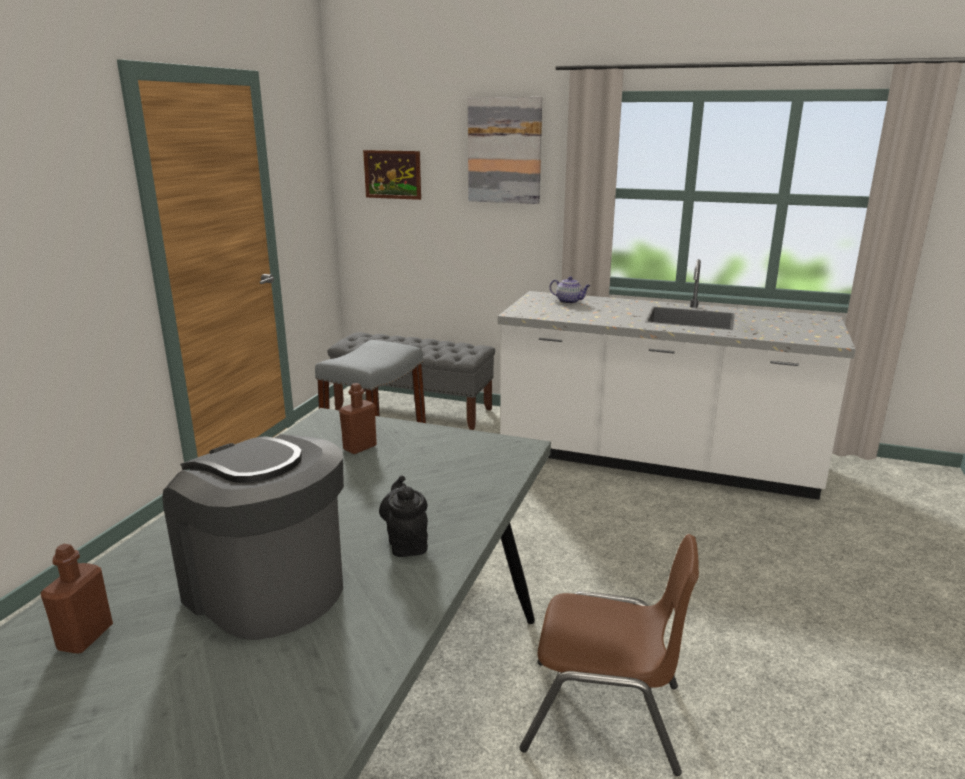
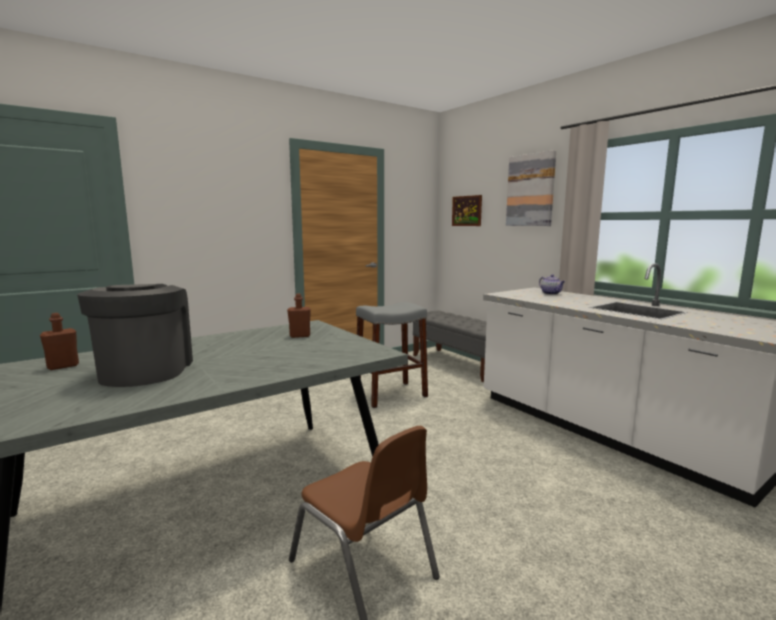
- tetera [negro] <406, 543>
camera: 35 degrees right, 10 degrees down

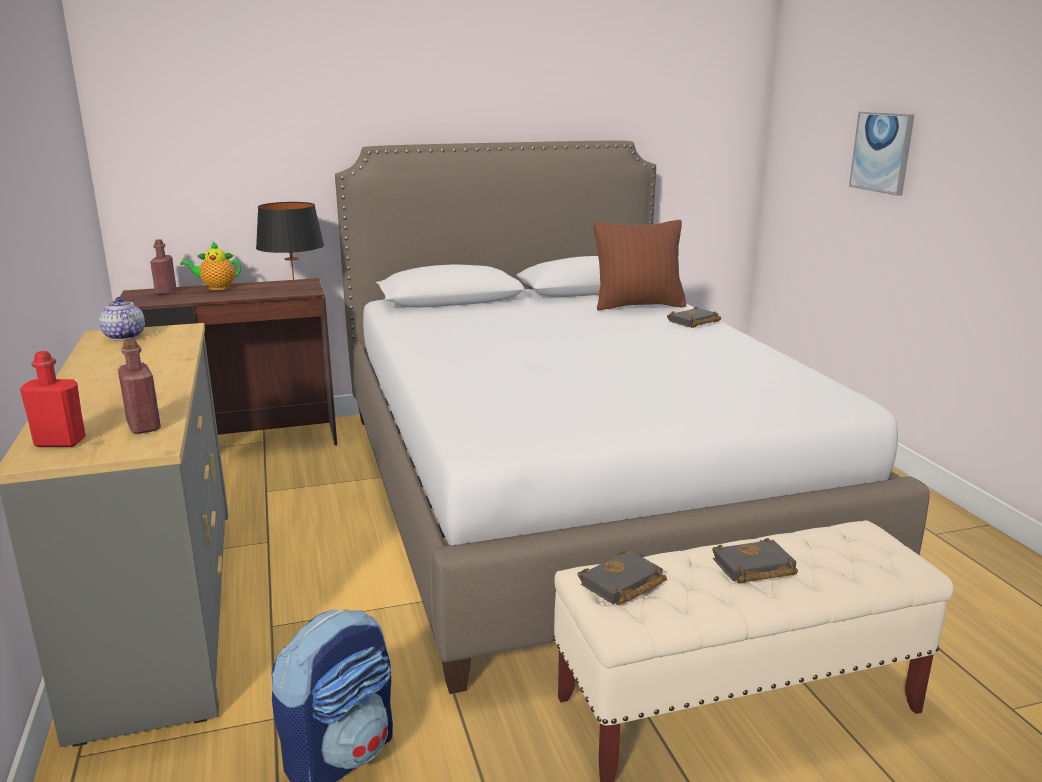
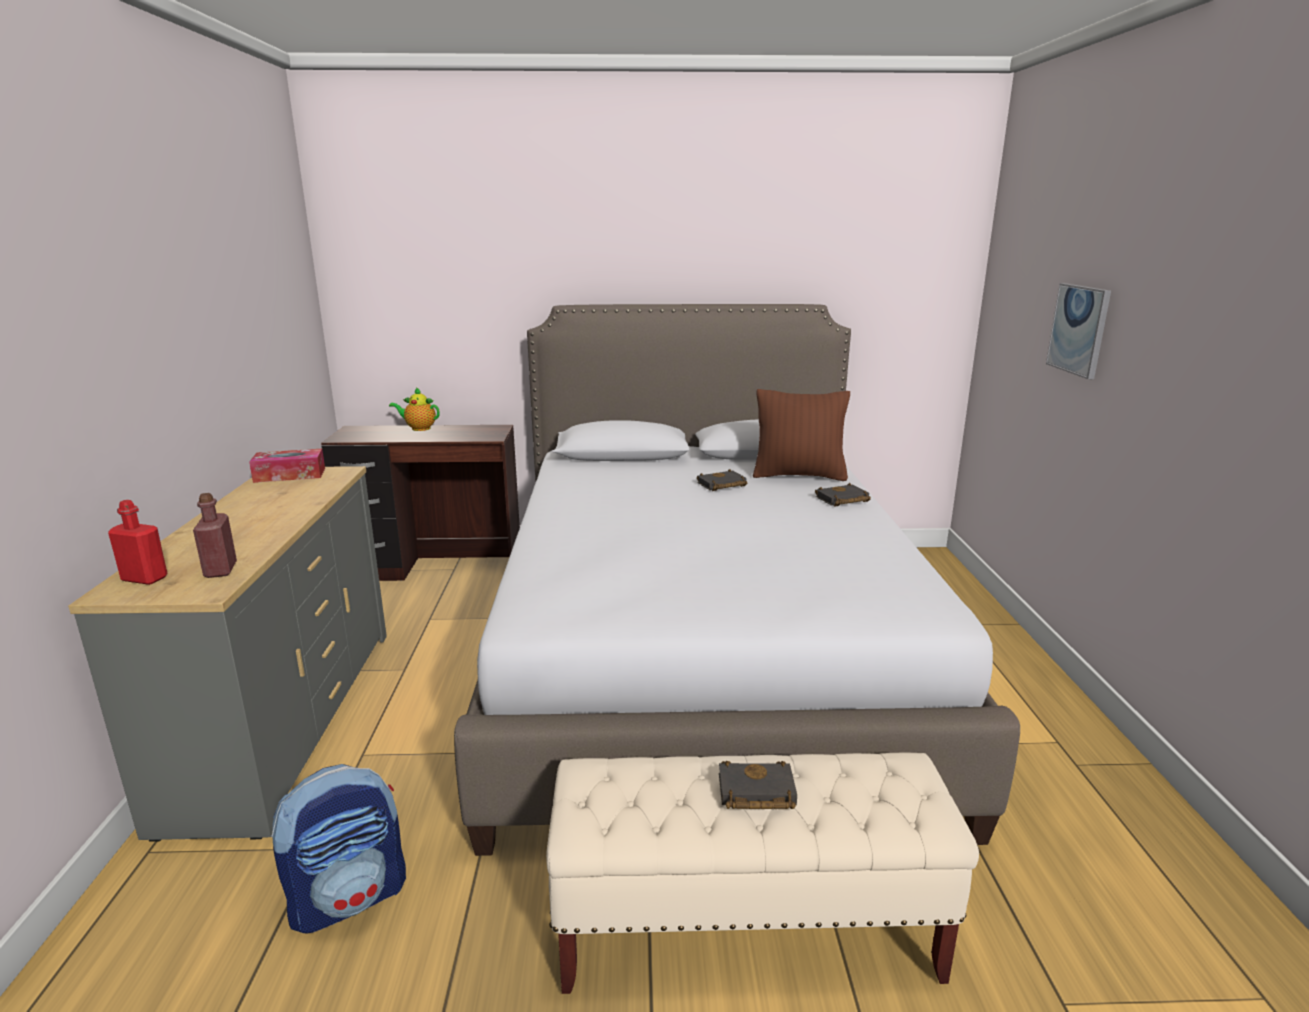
- botella [rojo] <166, 292>
- lámpara de mesa [negro] <294, 289>
~ libro [negro] <622, 585> to <721, 485>
~ tetera <123, 336> to caja de pañuelos <290, 475>
camera: 15 degrees right, 0 degrees up

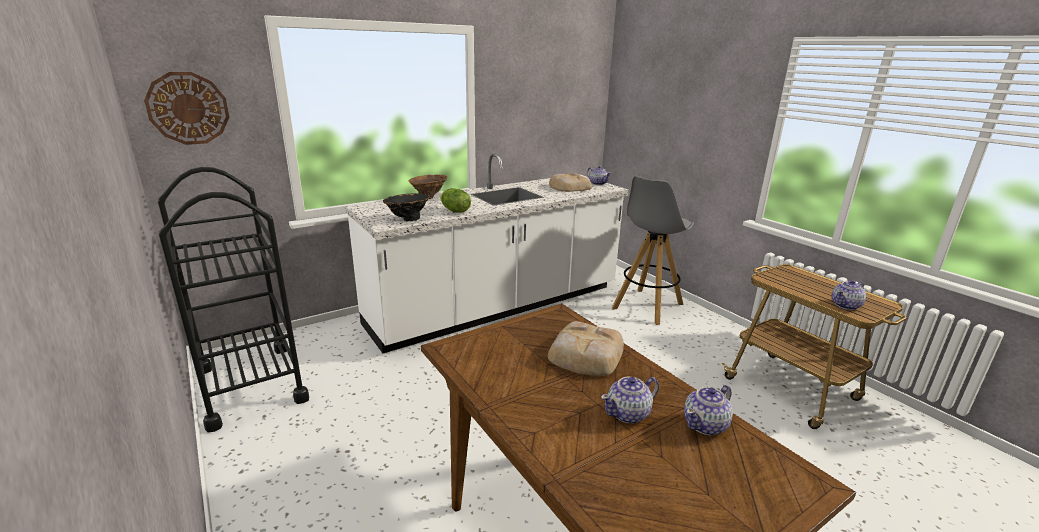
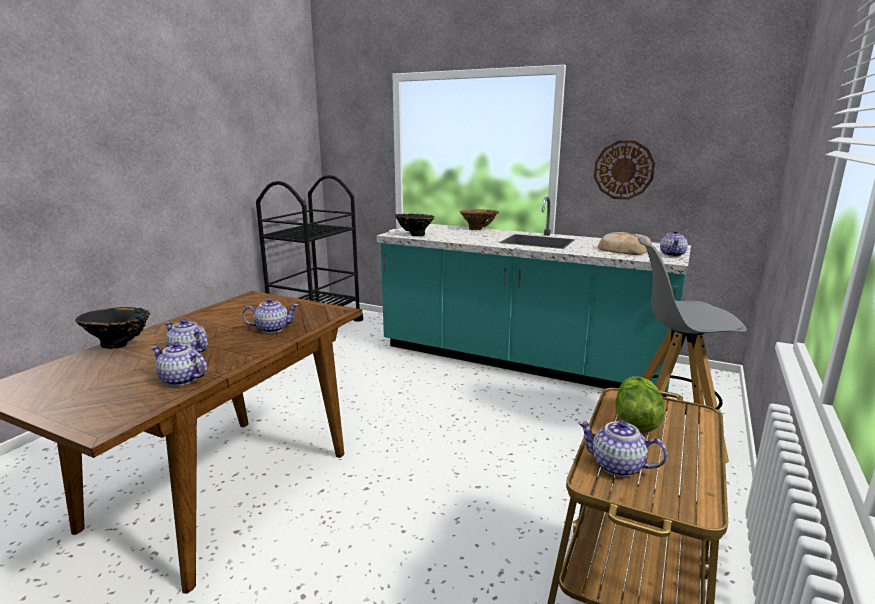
+ florero [negro] <119, 346>
~ reloj de pared <188, 108> to <623, 170>
~ lechuga <454, 211> to <634, 422>
~ pan <585, 355> to tetera <272, 329>
~ mueble bajo de cocina [blanco] <497, 307> to mueble bajo de cocina [turquesa] <520, 360>
camera: 60 degrees right, 5 degrees down

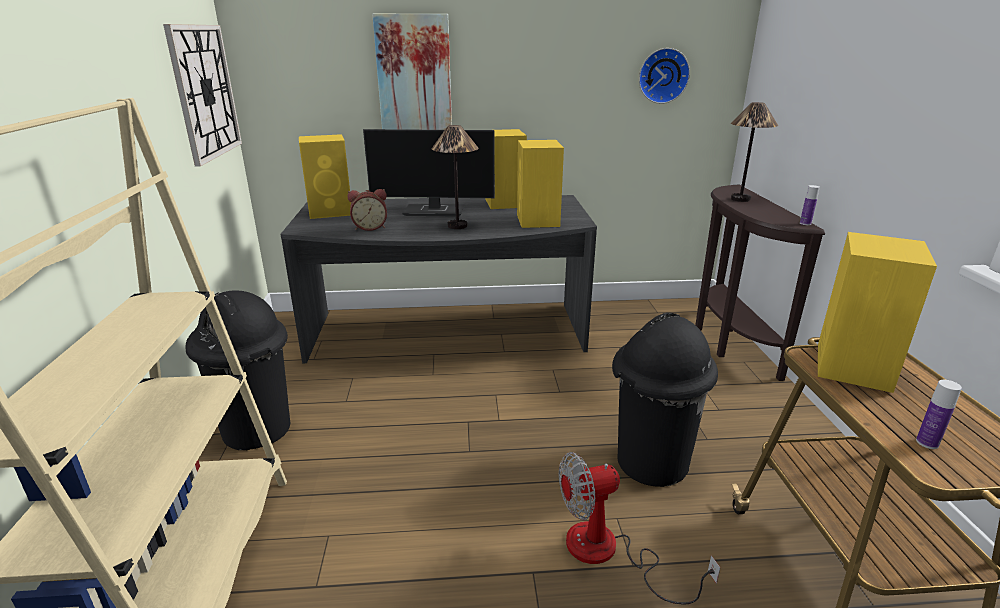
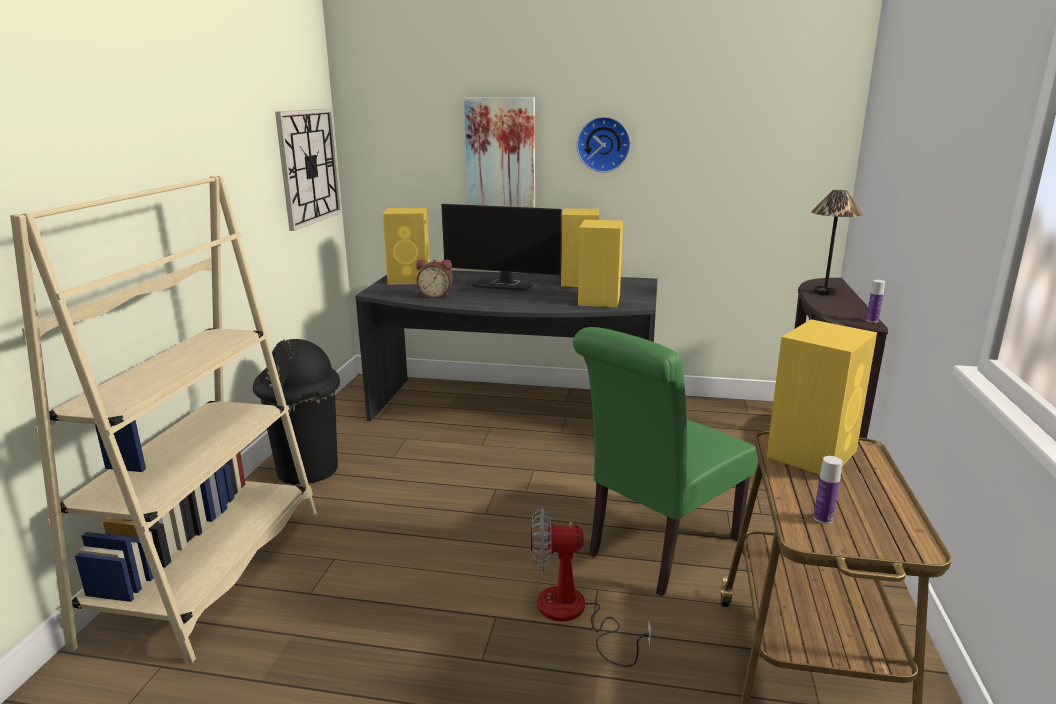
- lámpara de mesa <457, 226>
~ reloj de pared <662, 75> to <603, 144>
~ papelera [negro] <650, 463> to silla [verde] <657, 549>
camera: 15 degrees right, 5 degrees down

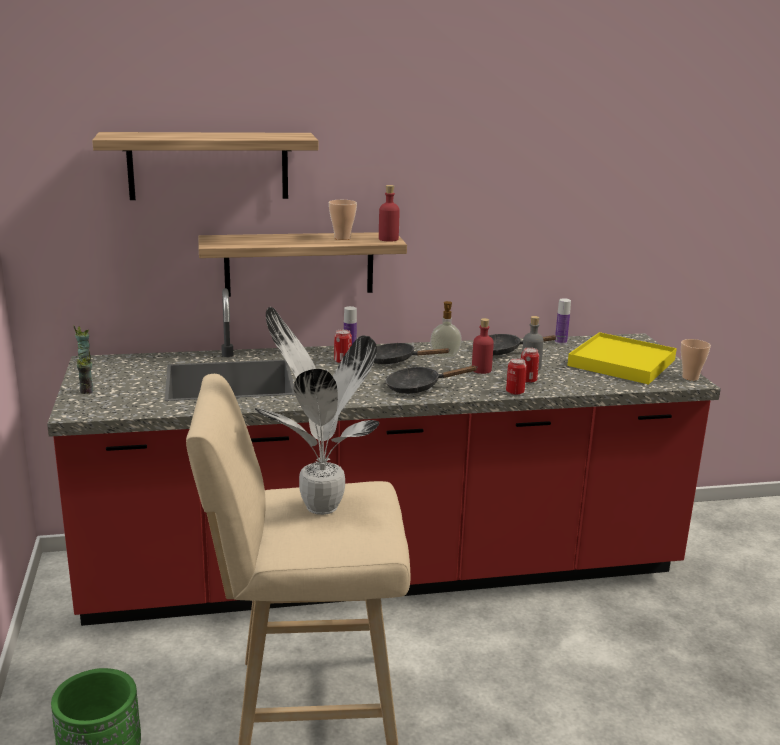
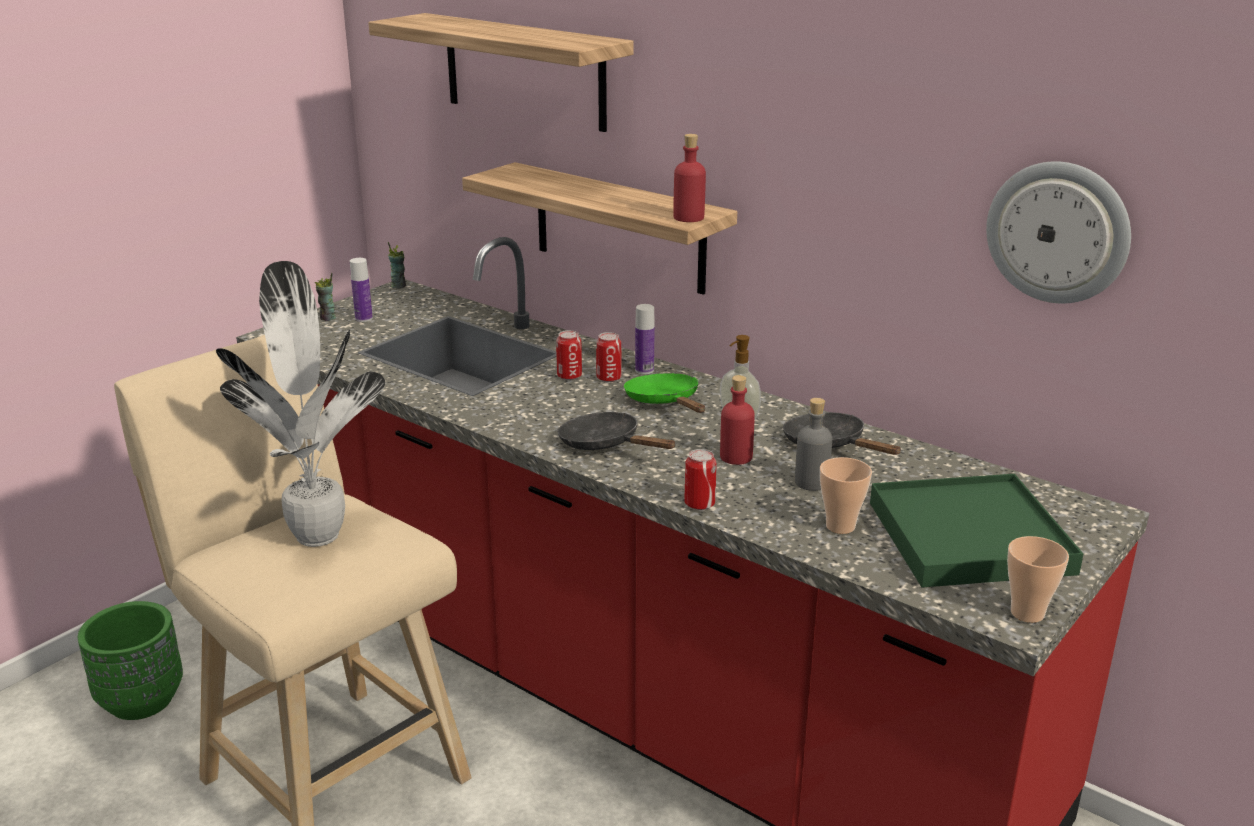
+ reloj de pared <1058, 232>
~ taza <342, 238> to <840, 526>
~ lata <528, 380> to <569, 376>
~ botella <560, 342> to <364, 318>
~ sartén [negro] <395, 361> to sartén [verde] <665, 402>
~ bandeja [amarillo] <622, 363> to bandeja [verde] <970, 538>
camera: 50 degrees right, 5 degrees up

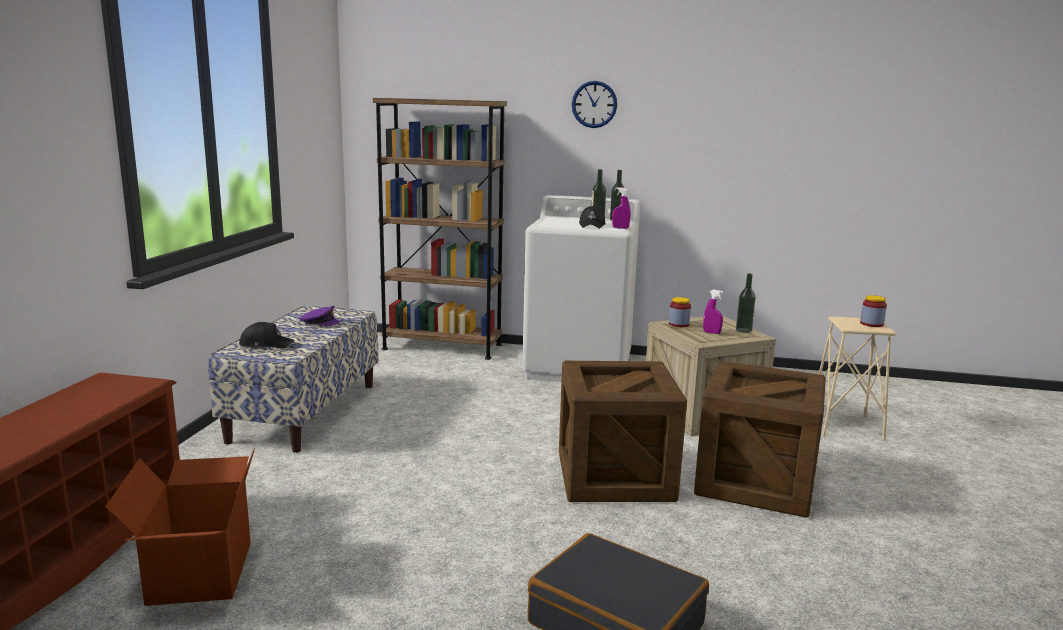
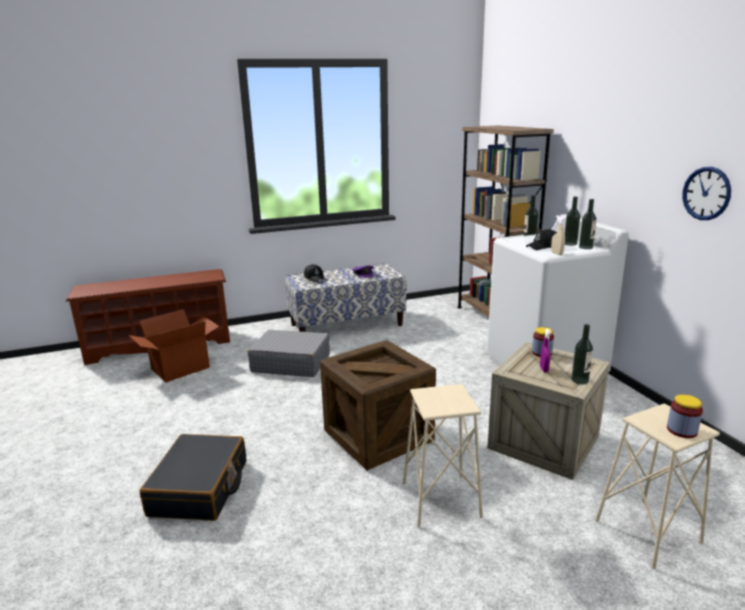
+ maleta [gris] <291, 363>
+ botella <529, 241>
~ reloj de pared <594, 104> to <706, 193>
~ caja de embalaje <755, 482> to taburete [beis] <441, 500>
~ pulverizador [morado] <620, 228> to pulverizador [beis] <556, 253>
camera: 60 degrees right, 5 degrees up

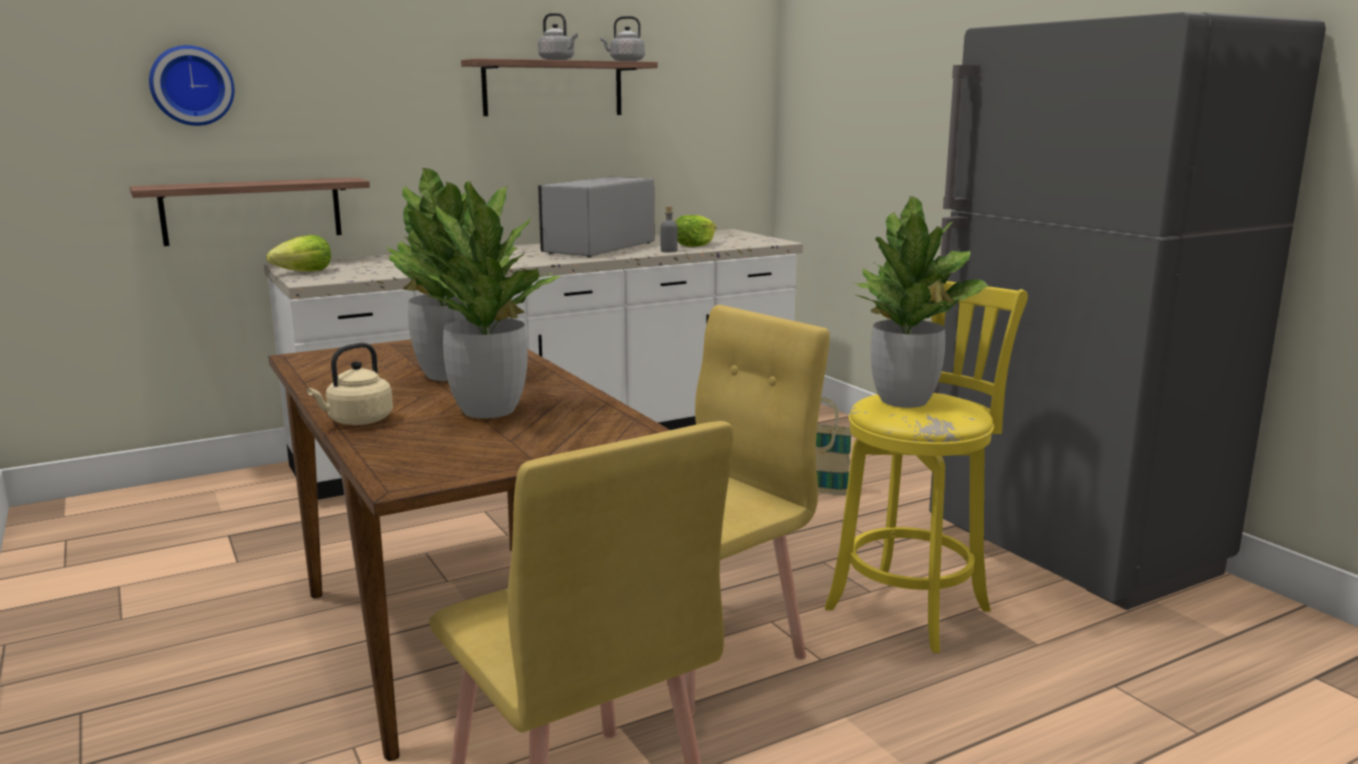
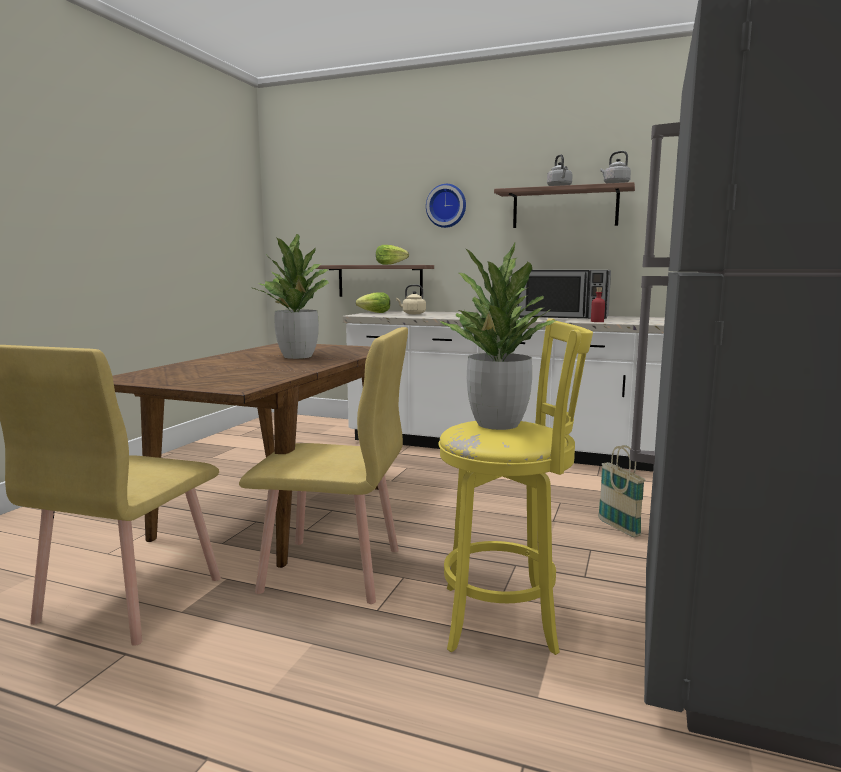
- planta en maceta <488, 410>
~ reloj de pared <191, 86> to <446, 206>
~ hervidor [beis] <357, 421> to <412, 314>
~ lechuga <694, 245> to <390, 264>
~ botella [gris] <669, 251> to botella [rojo] <597, 321>
~ microondas <598, 248> = <562, 317> 150 degrees counterclockwise
camera: 50 degrees right, 5 degrees down

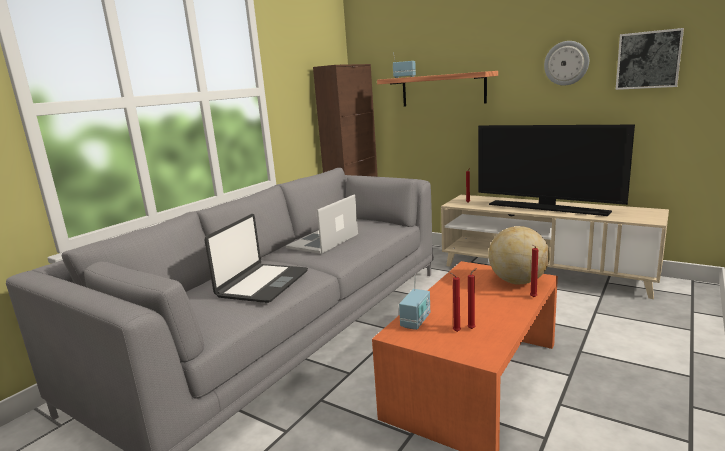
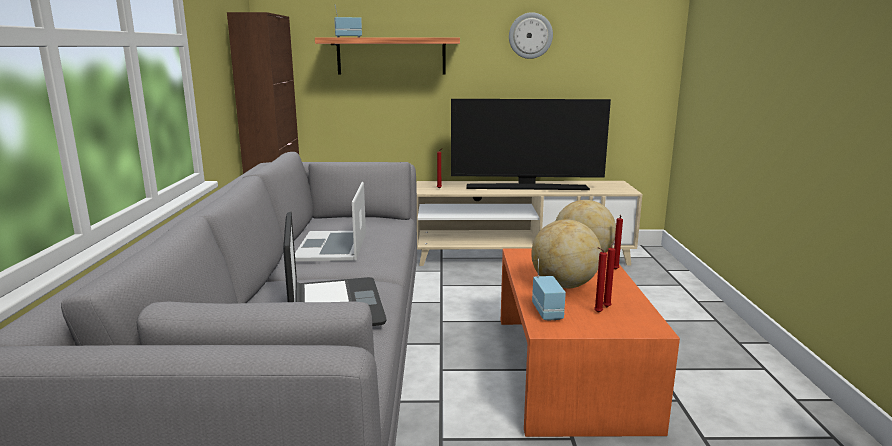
- cuadro <648, 60>
+ globo terráqueo <563, 285>
camera: 35 degrees left, 0 degrees up

